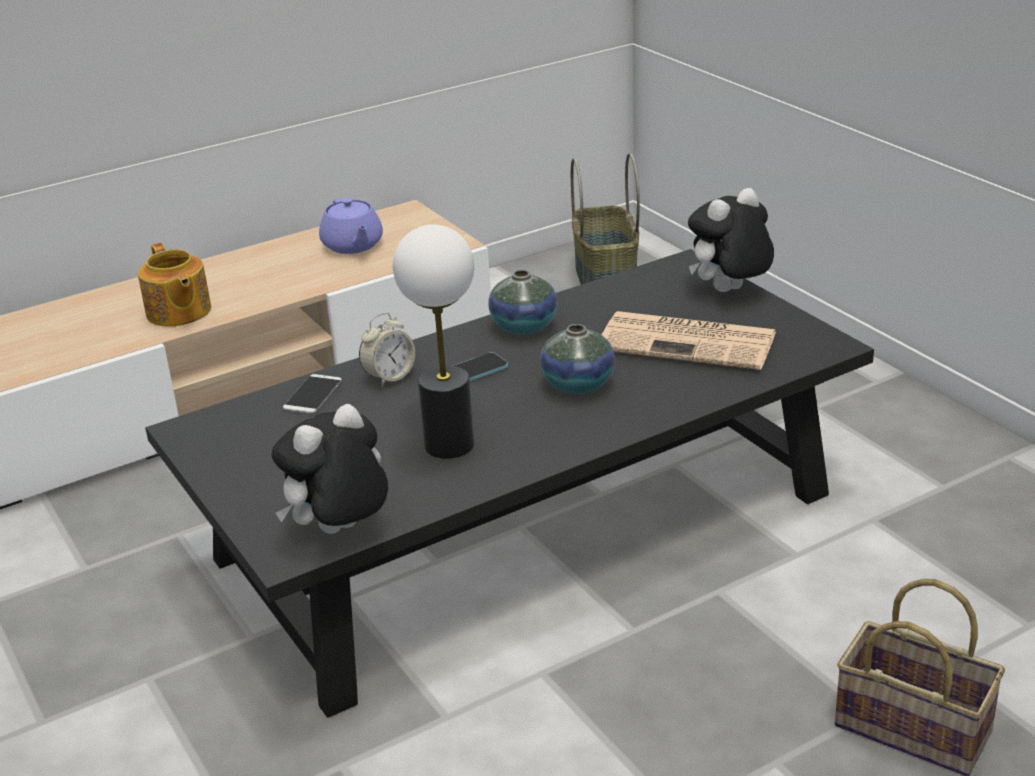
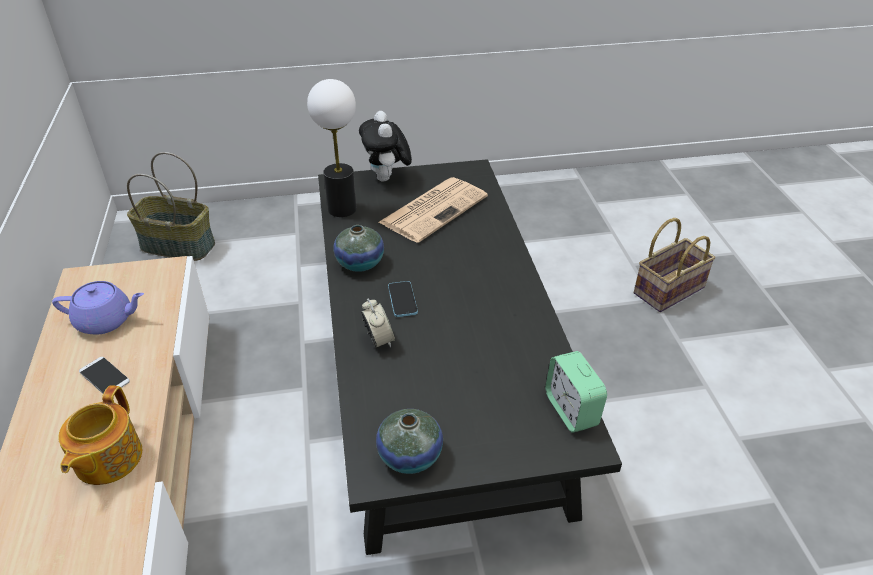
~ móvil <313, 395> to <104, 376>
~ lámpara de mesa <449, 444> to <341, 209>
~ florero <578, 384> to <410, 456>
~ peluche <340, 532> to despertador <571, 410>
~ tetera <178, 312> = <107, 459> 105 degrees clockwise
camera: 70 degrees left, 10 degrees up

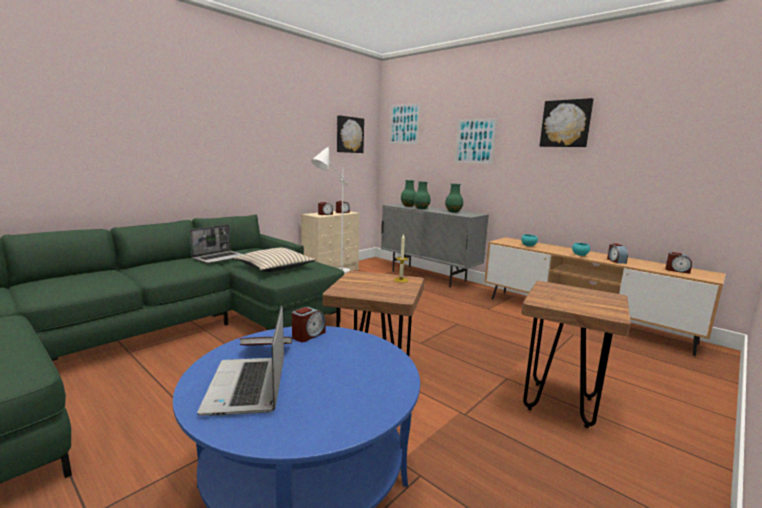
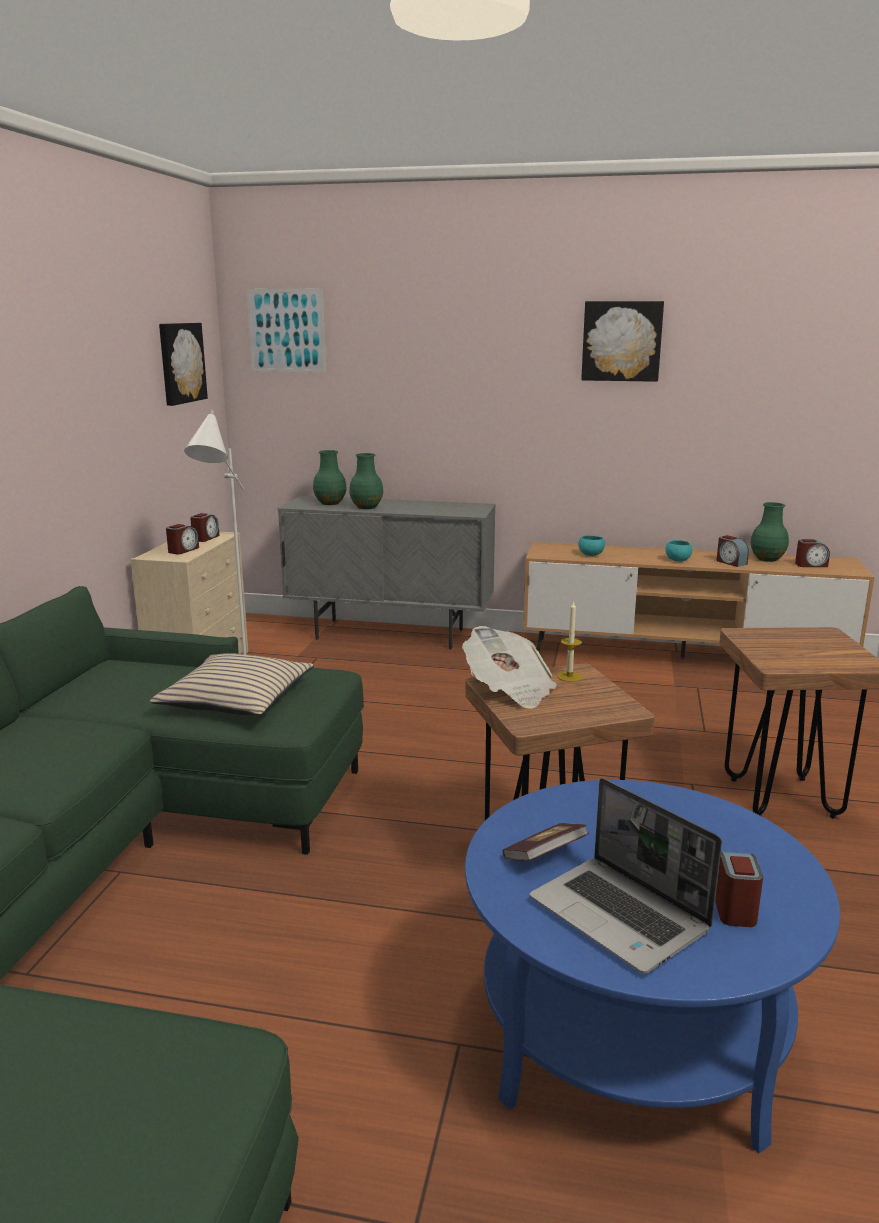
- portátil <219, 258>
- cuadro <475, 141>
+ periódico <509, 690>
~ despertador <308, 335> to <734, 906>
~ florero [verde] <453, 211> to <767, 559>
camera: 30 degrees left, 5 degrees up

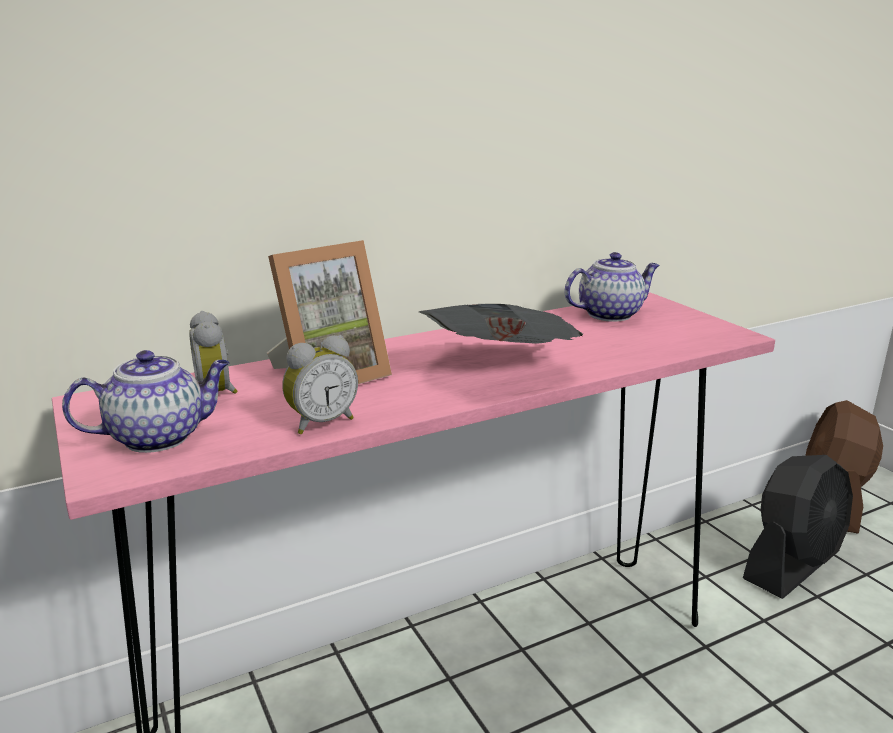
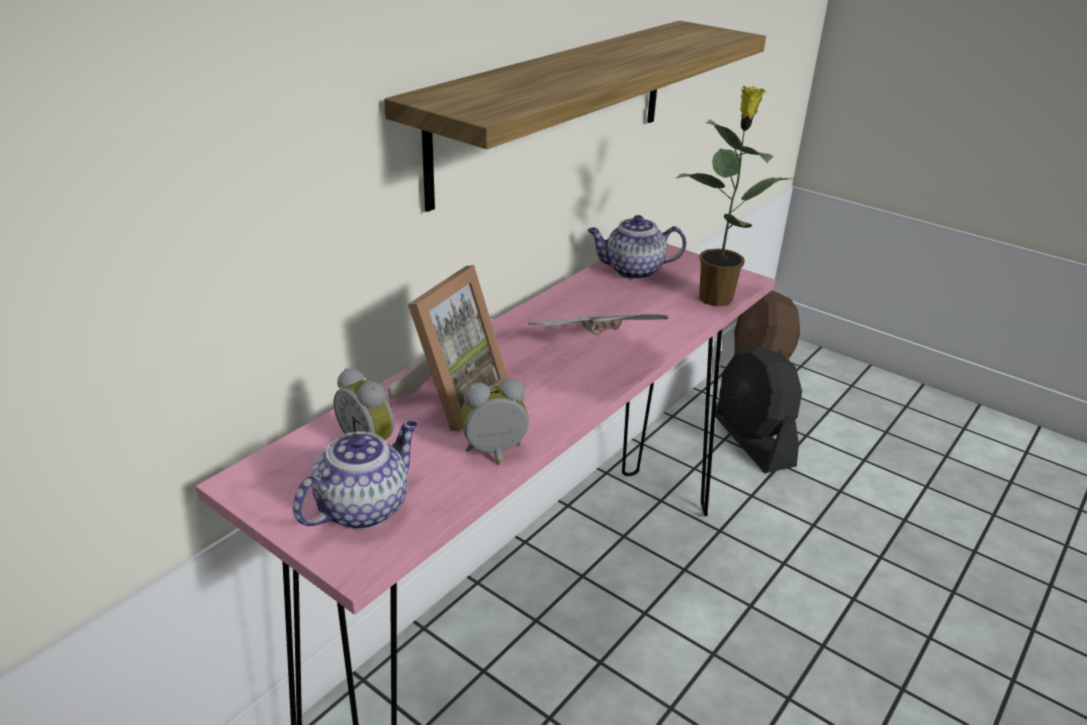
+ estante <556, 107>
+ planta en maceta <716, 297>
~ despertador <321, 422> = <495, 454> 135 degrees counterclockwise
~ tetera <610, 314> = <632, 271> 135 degrees counterclockwise
~ ventilador [negro] <792, 565> = <752, 441> 135 degrees clockwise
camera: 25 degrees left, 10 degrees up

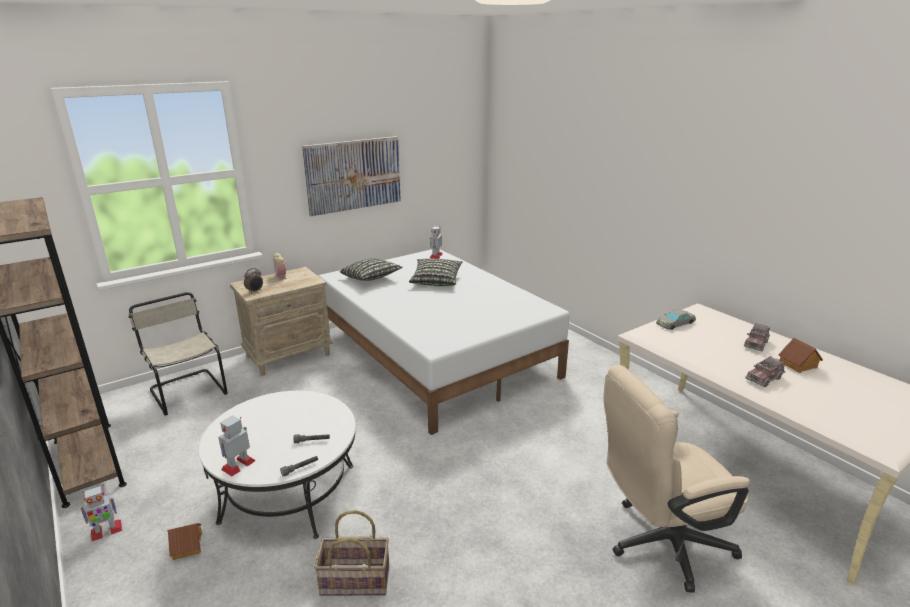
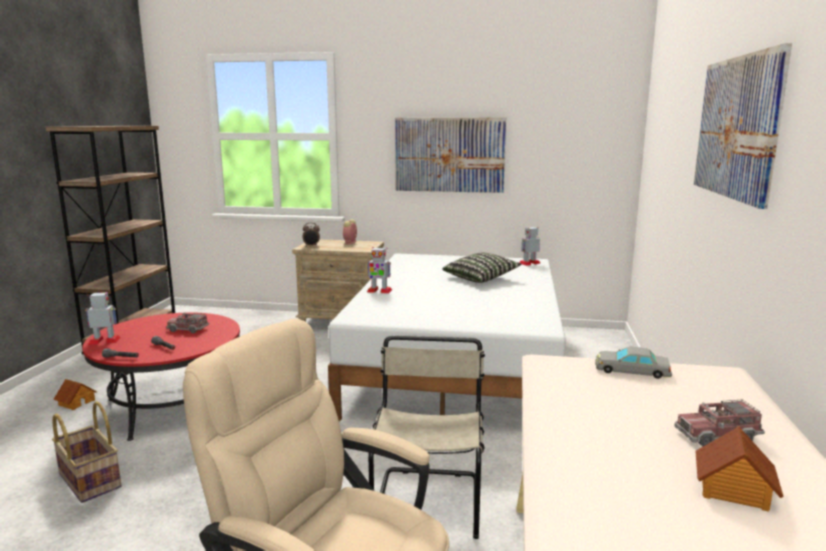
- cojín <371, 279>
+ cuadro <737, 127>
~ robot de juguete <106, 531> to <379, 291>
~ silla [beis] <187, 390> to <428, 500>
~ camión de juguete <764, 378> to <188, 329>
~ mesa de centro [blanco] <289, 493> to mesa de centro [rojo] <172, 405>
camera: 45 degrees right, 10 degrees down

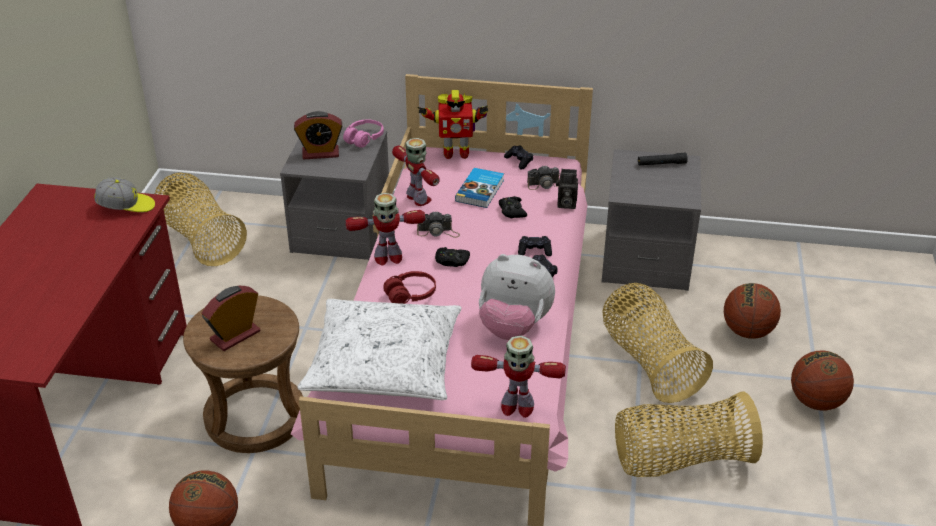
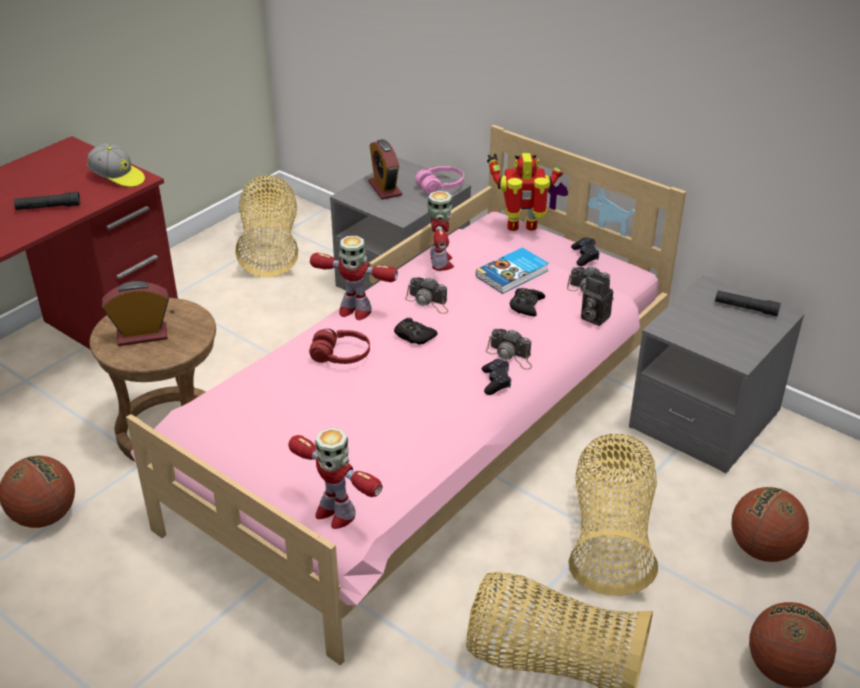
- cojín [blanco] <384, 363>
- peluche <513, 327>
+ linterna [negro] <48, 207>
~ mando de consola [negro] <534, 251> to cámara <510, 356>
~ despertador <320, 153> = <385, 189> 45 degrees clockwise
~ robot de juguete <455, 153> = <523, 228> 150 degrees clockwise
camera: 30 degrees right, 0 degrees up

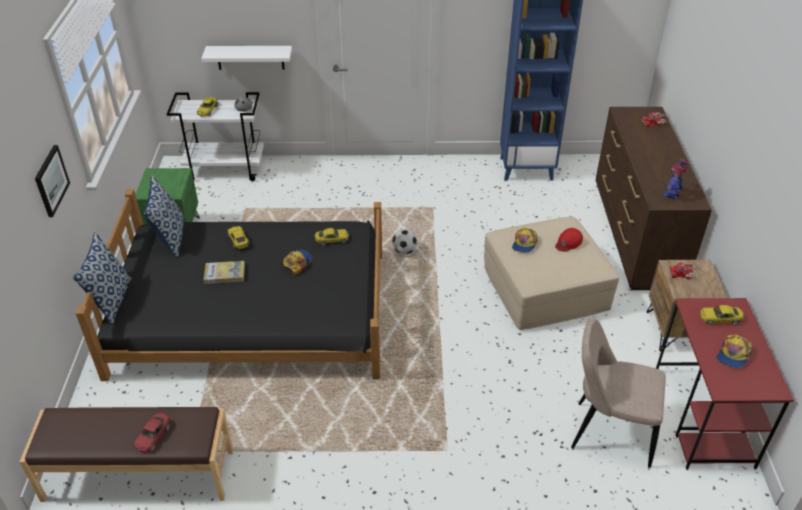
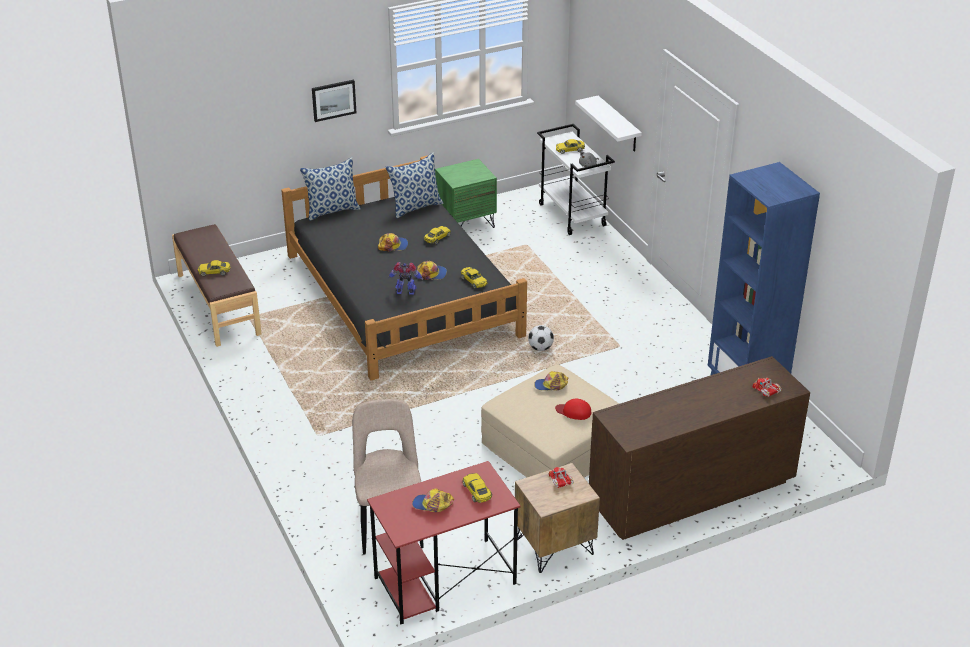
~ robot de juguete <672, 193> to <406, 292>
~ libro <224, 274> to gorra <393, 245>
~ coche de juguete [rojo] <153, 436> to coche de juguete [amarillo] <214, 271>
camera: 65 degrees right, 5 degrees down

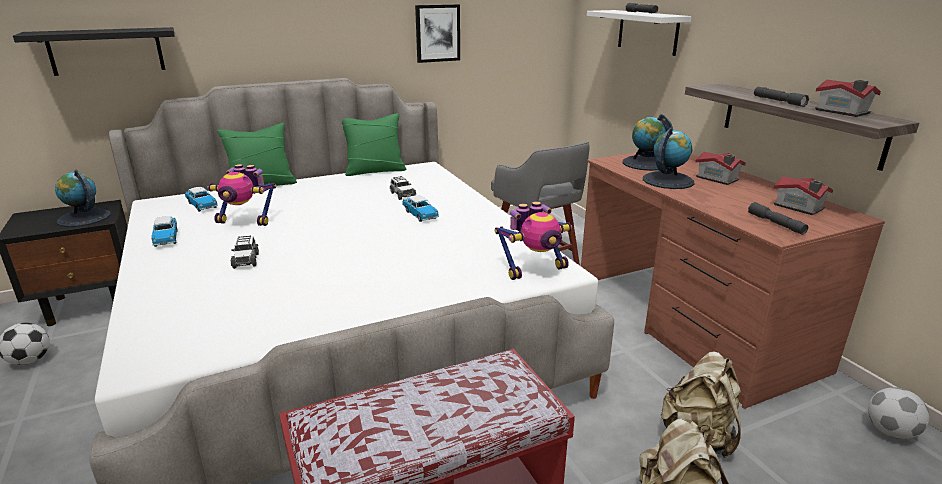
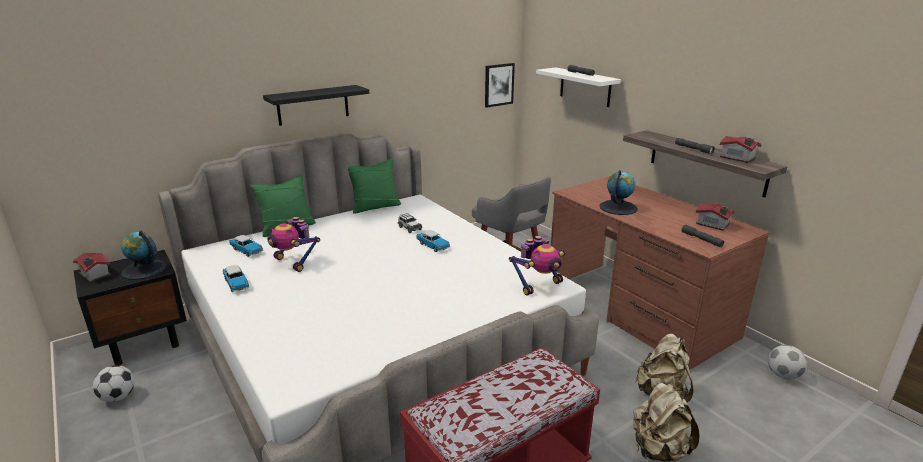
- coche de juguete <246, 260>
- globo terráqueo <645, 163>
~ estante [negro] <106, 51> to <313, 105>
~ cuadro <437, 33> to <498, 84>
~ casita <717, 179> to <94, 275>
~ robot de juguete <246, 221> = <294, 262> 45 degrees clockwise
camera: 10 degrees left, 0 degrees up

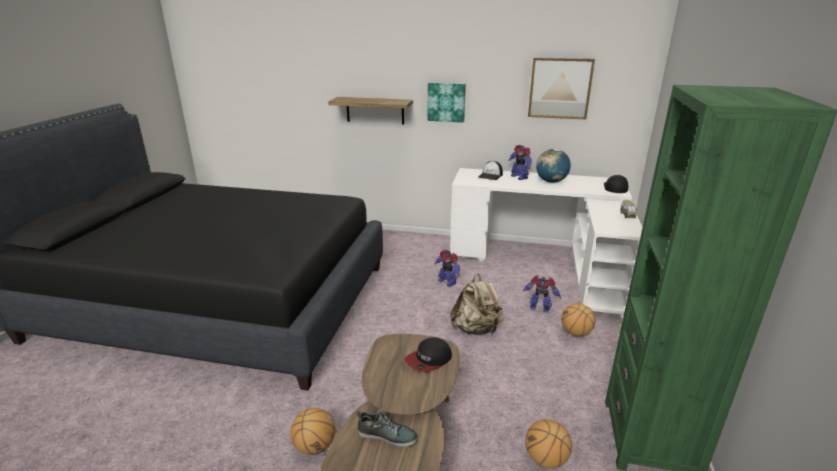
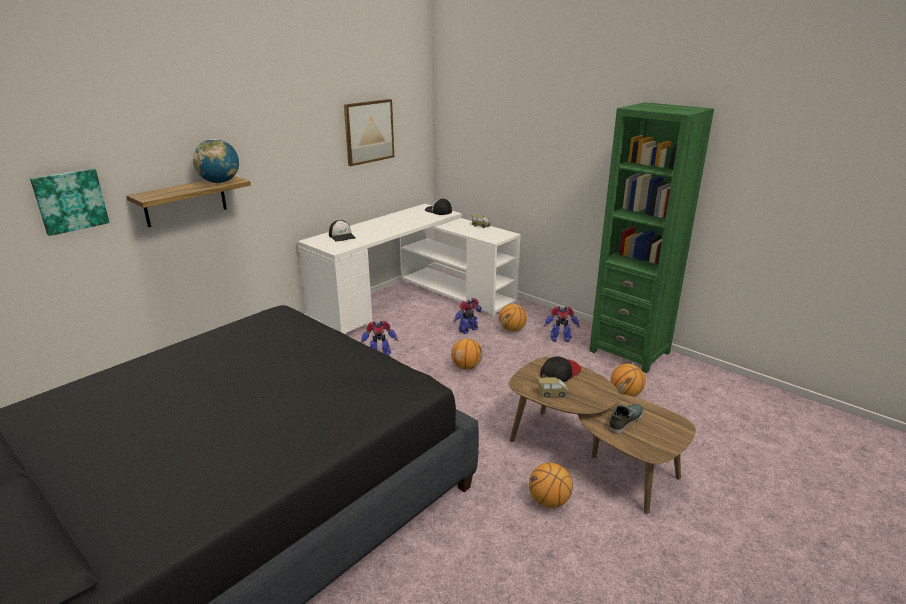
+ coche de juguete <552, 393>
~ cuadro <446, 102> to <70, 201>
~ robot de juguete <519, 177> to <560, 338>
~ globo terráqueo <551, 181> to <220, 182>
~ mochila [beis] <476, 329> to balón de baloncesto <466, 367>
~ gorra <429, 360> = <559, 373> 120 degrees counterclockwise
camera: 60 degrees left, 0 degrees up

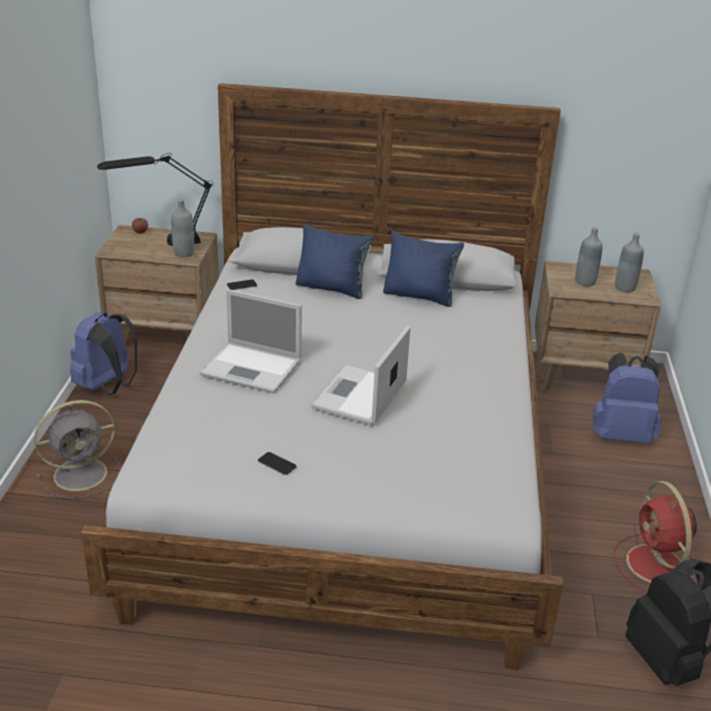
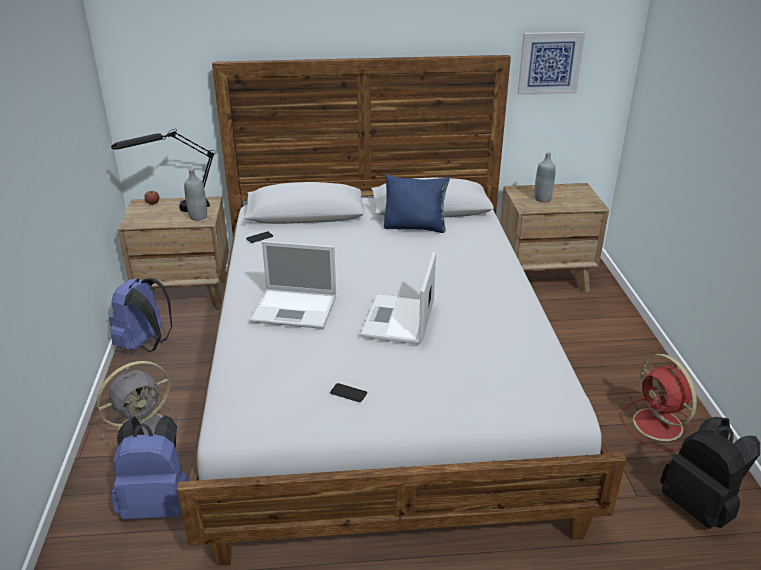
- cojín [azul] <332, 288>
- botella [gris] <625, 288>
+ cuadro <549, 63>
~ mochila [azul] <620, 434> to <159, 504>
camera: 10 degrees left, 0 degrees up

